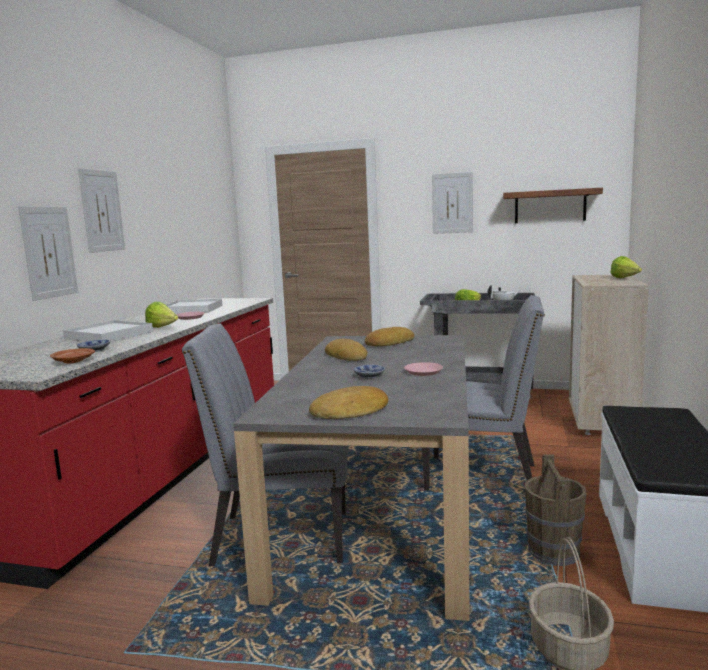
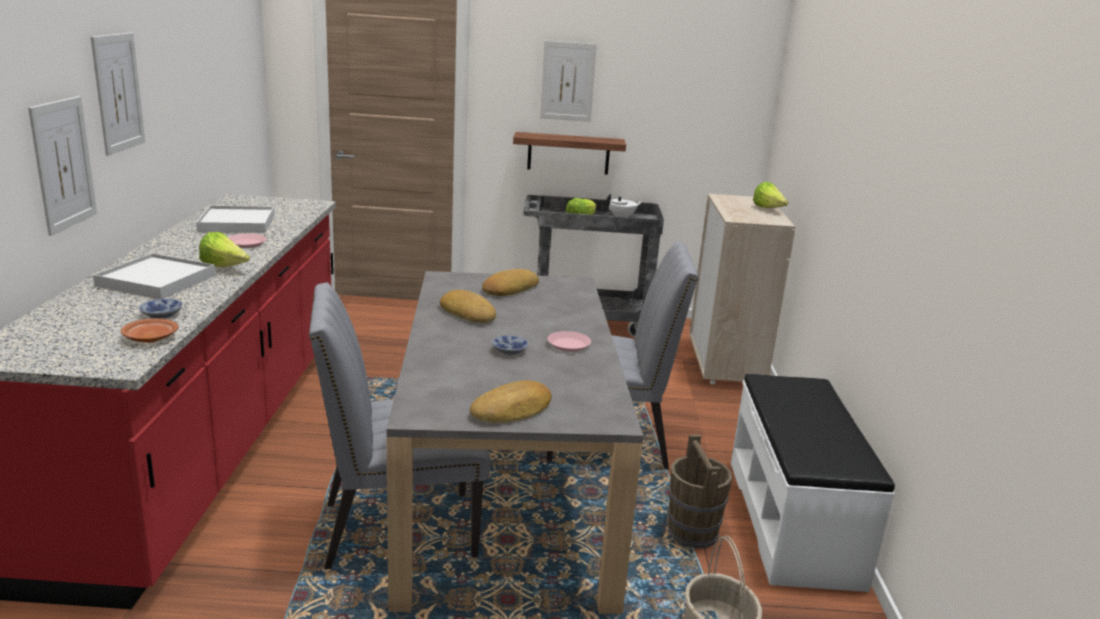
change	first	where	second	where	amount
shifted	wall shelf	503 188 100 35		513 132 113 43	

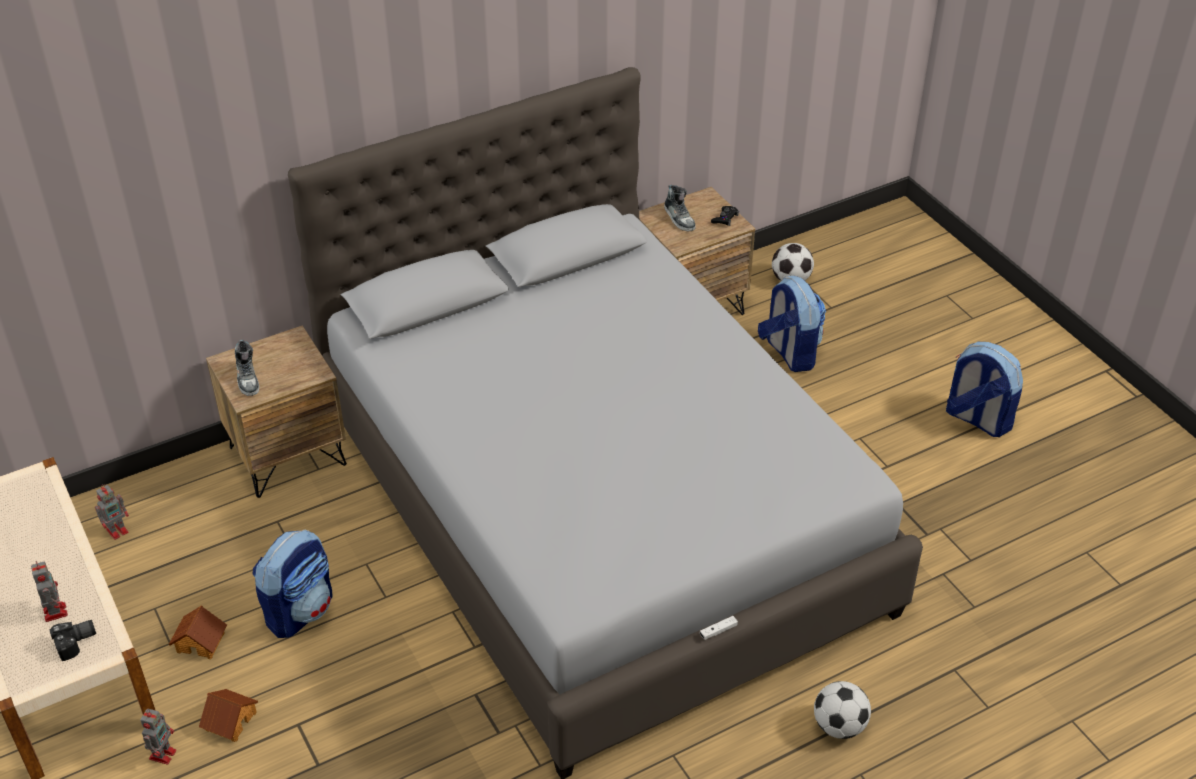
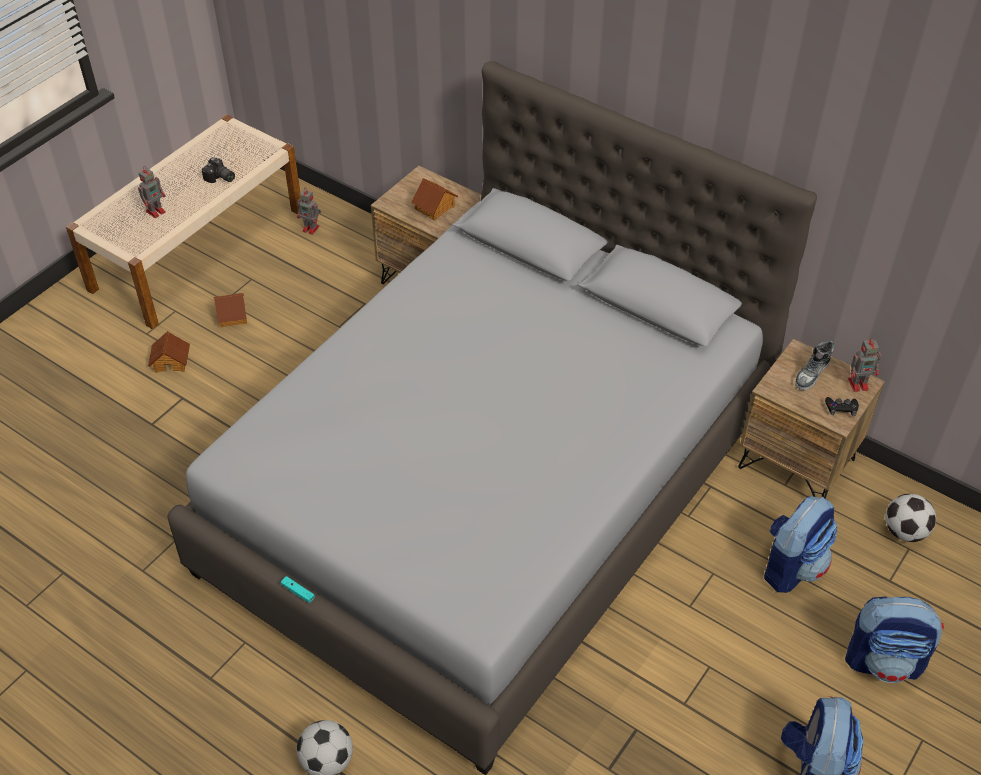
change	first	where	second	where	amount
shifted	still camera	49 620 47 41		202 157 33 26	
repainted	game controller (whitish)	700 616 38 24	game controller (blue-green)	281 576 34 27	
new			miniature house	411 178 47 42	
shifted	backpack	253 529 80 109		845 597 99 86	
shifted	model robot	140 709 36 56		848 338 33 54	
gone	shoe	235 340 24 56			

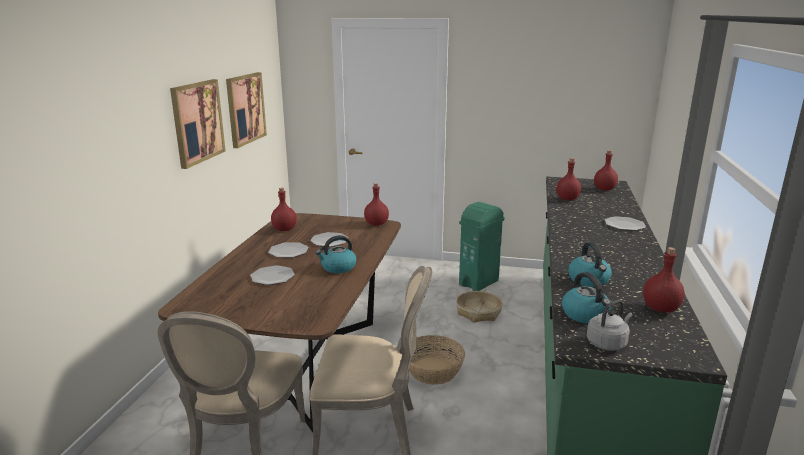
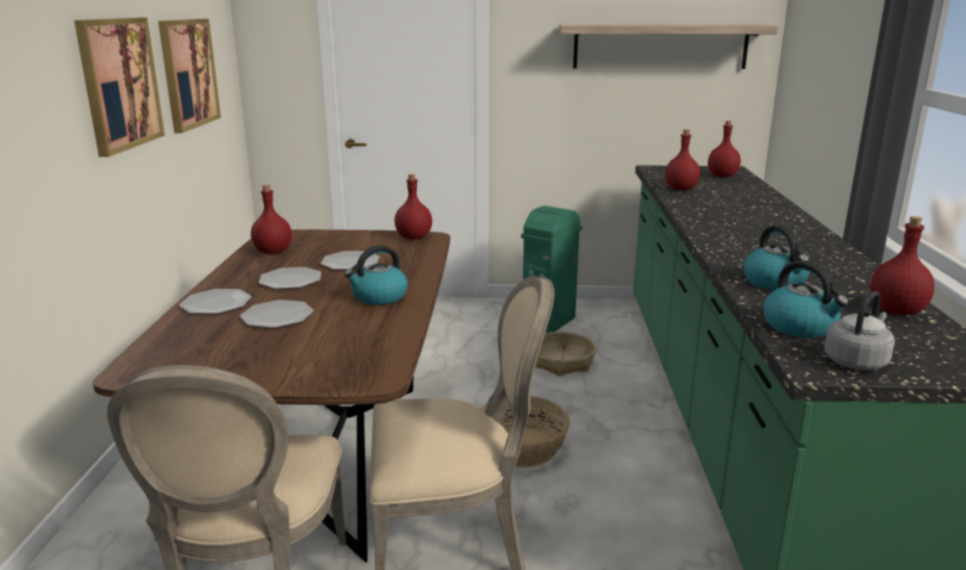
change	first	where	second	where	amount
shifted	flat dish	605 216 41 15		179 289 73 25	
new			wall shelf	559 25 219 44	

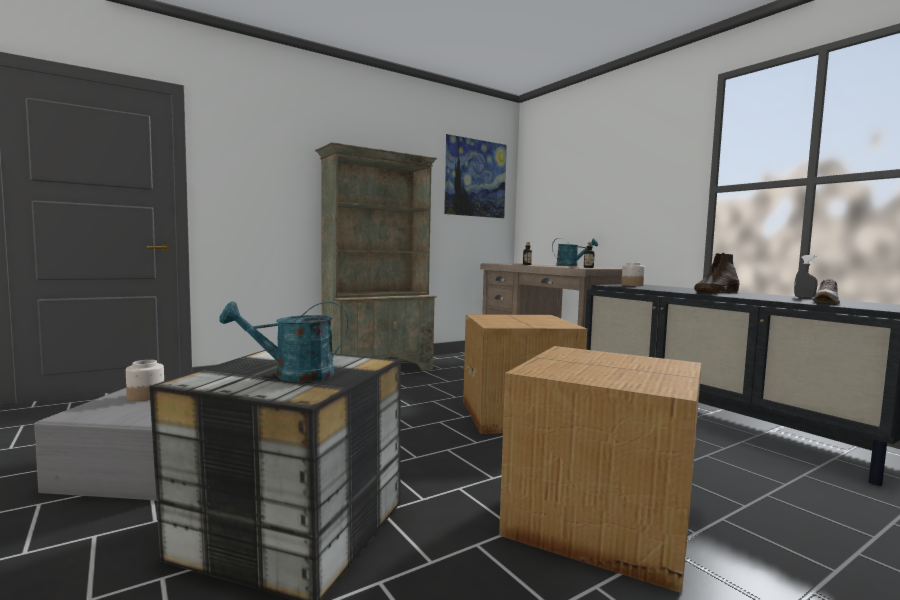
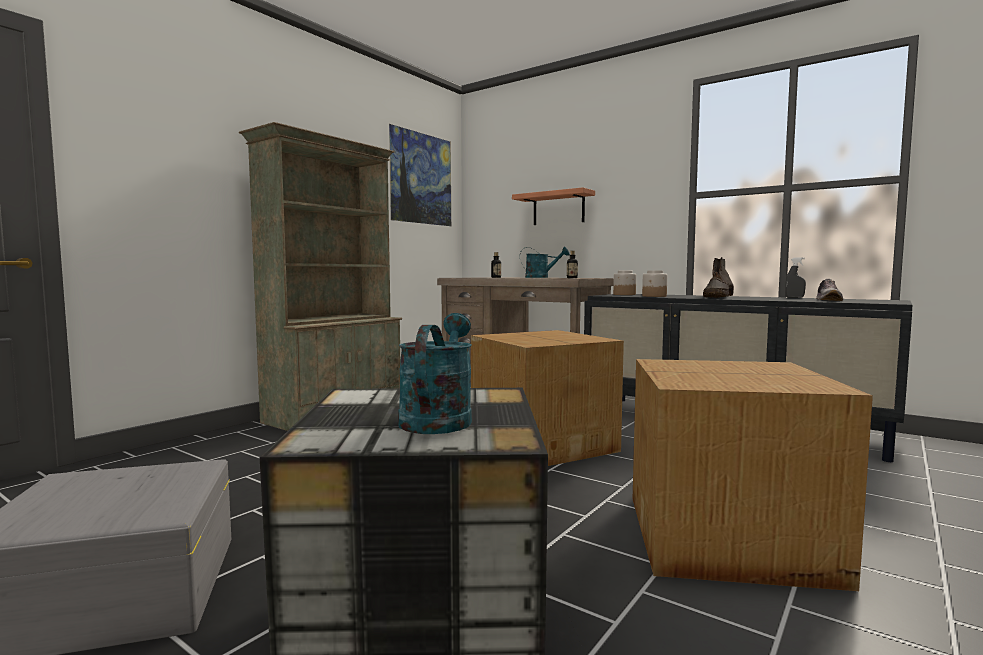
change	first	where	second	where	amount
rotated	sprinkling can (blue-green)	220 302 128 80		398 313 74 121	135 degrees clockwise
new			wall shelf	512 187 83 38	
shifted	storage jar	126 360 38 41		642 270 25 27	

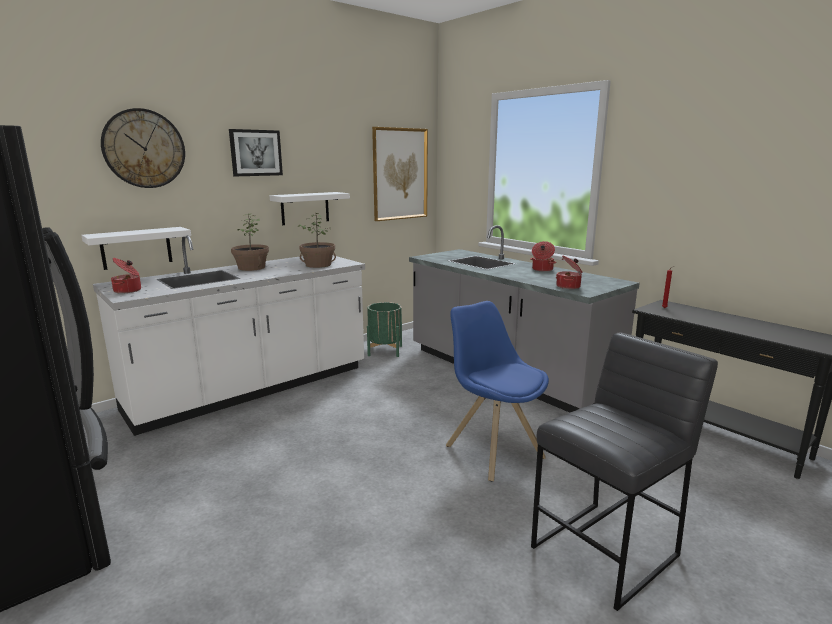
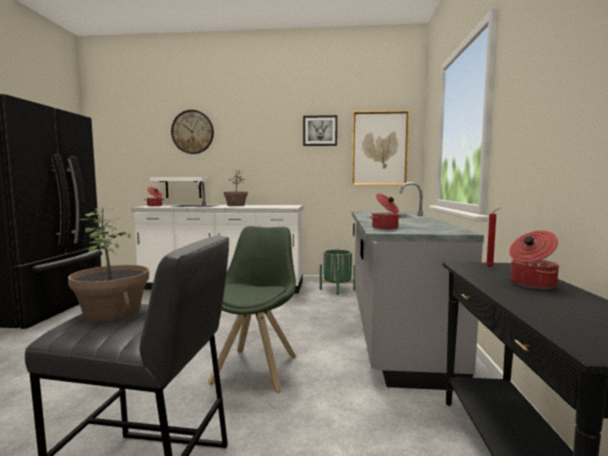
change	first	where	second	where	amount
shifted	potted plant	298 213 38 55		68 208 81 114	
repainted	plain chair (blue-coloured)	446 301 103 180	plain chair (greenish)	208 226 88 167	
shifted	wall art	229 129 54 47		303 115 34 31	
shifted	cooking pot	530 241 26 31		509 231 50 58	
gone	wall shelf (whitish)	270 192 80 33			

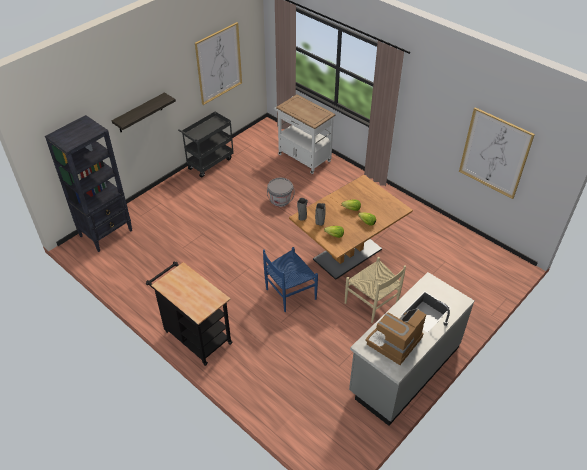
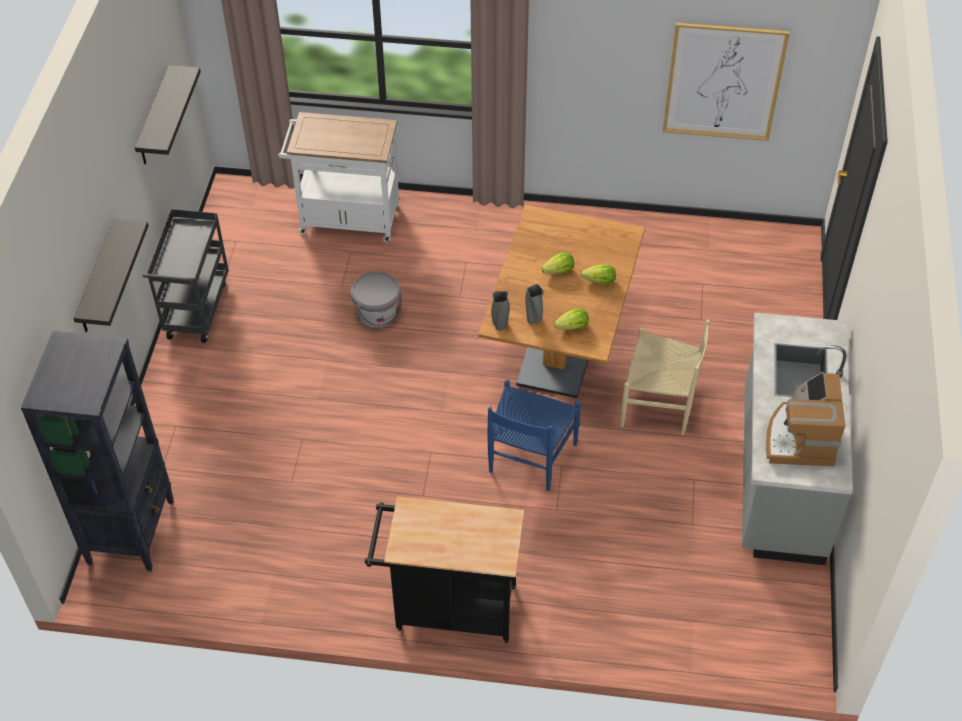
change	first	where	second	where	amount
swapped	wall art	195 22 47 83	wall shelf	135 65 66 100	

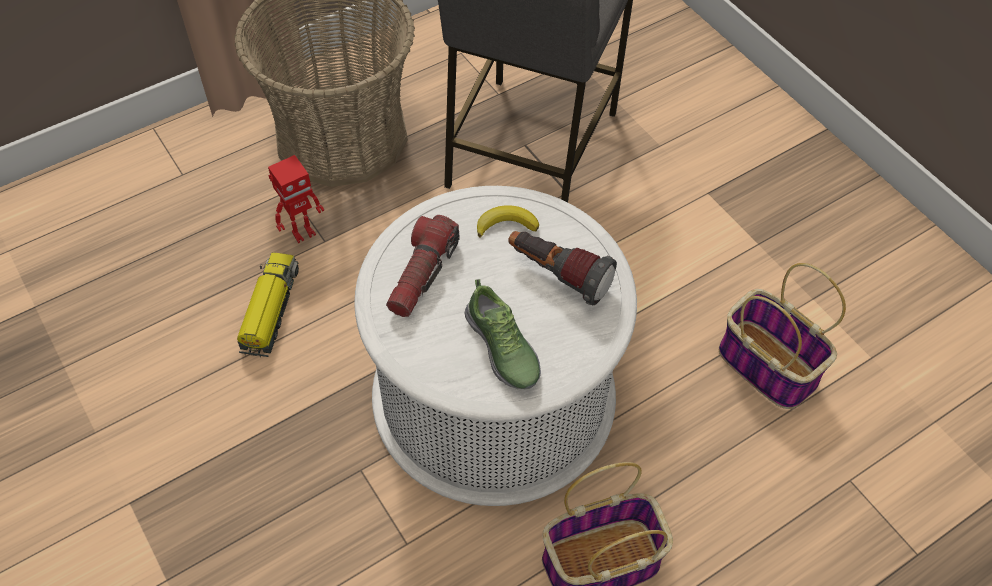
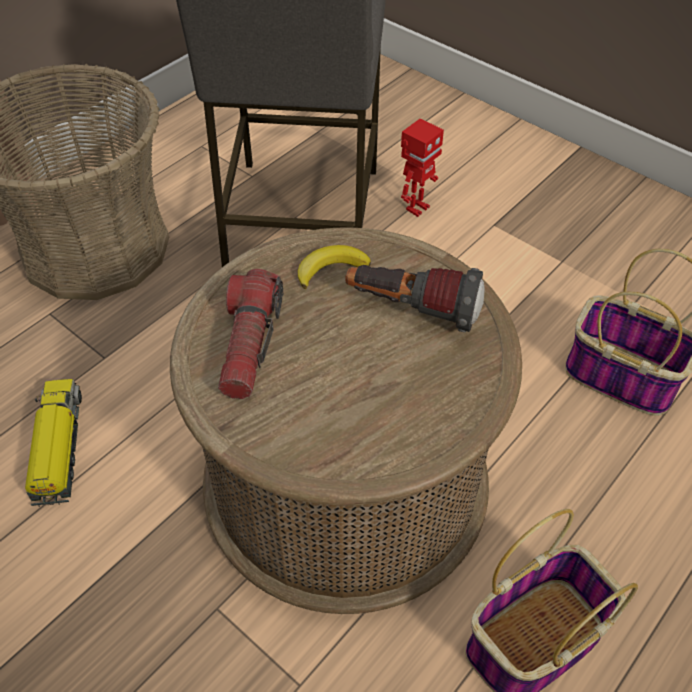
change	first	where	second	where	amount
repainted	low table (whitish)	354 186 283 320	low table (brown)	170 227 352 387	
shifted	model robot	268 155 56 88		401 118 43 99	
gone	shoe	465 279 76 110			

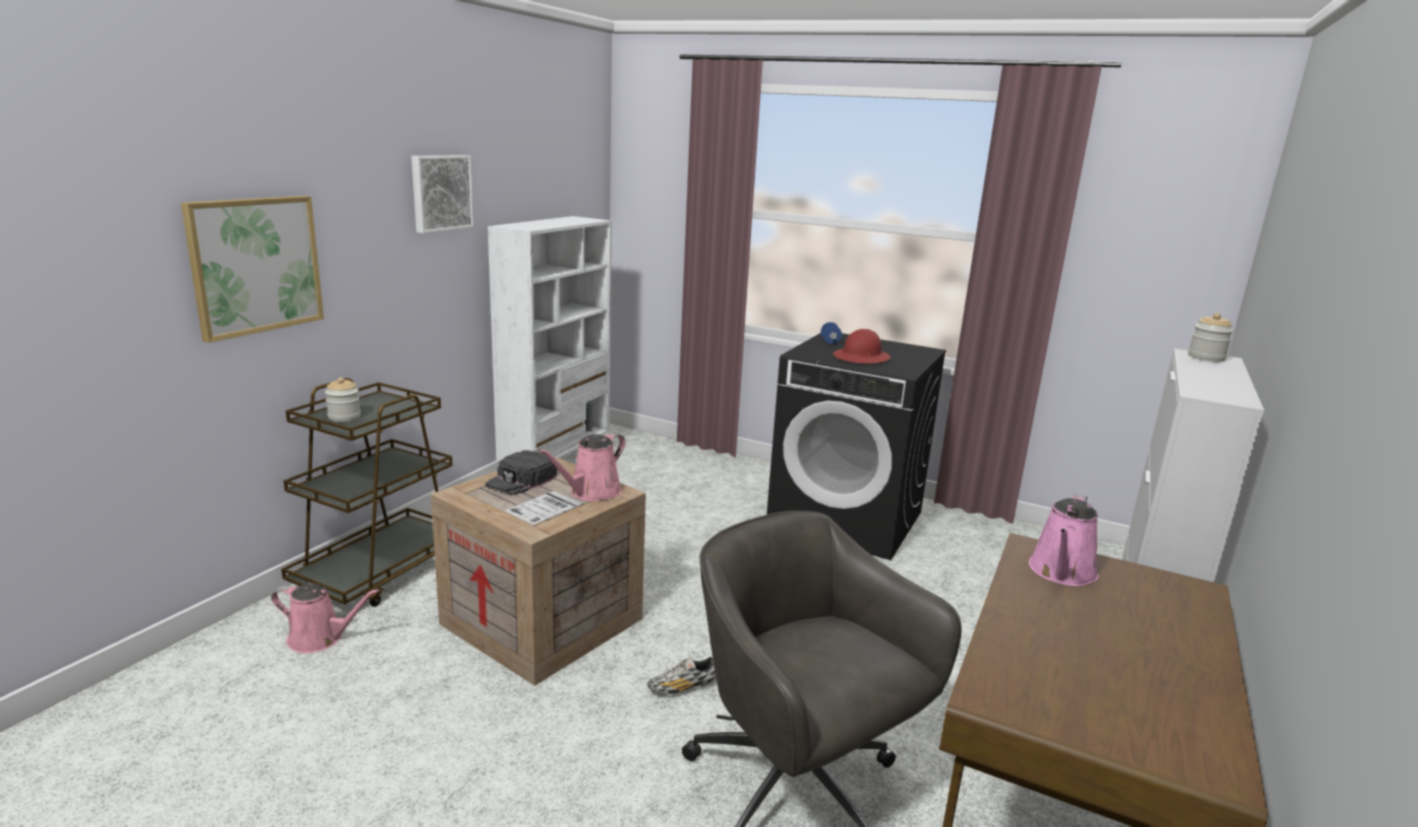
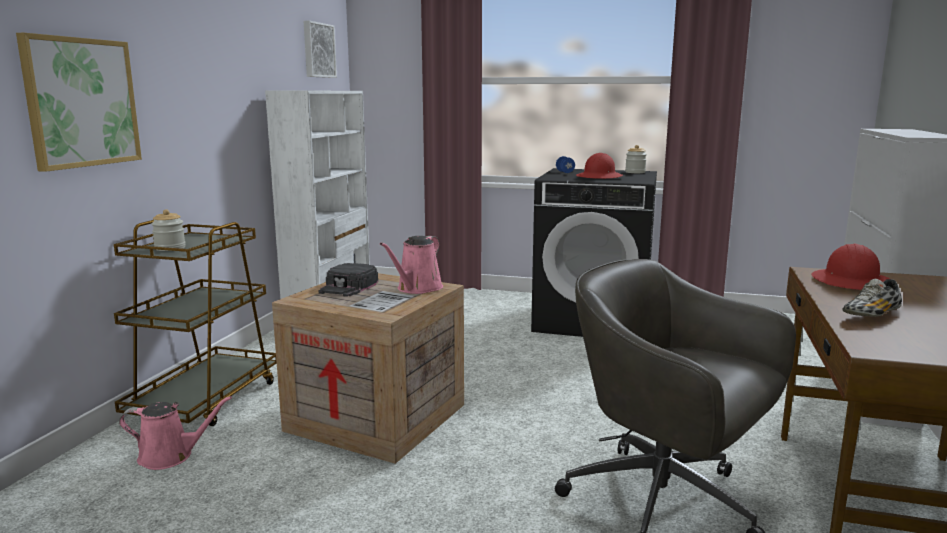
change	first	where	second	where	amount
shifted	wall art	411 155 63 78		304 21 33 57	
shifted	storage jar	1188 313 46 49		625 145 22 28	
swapped	sprinkling can (pink)	1029 494 70 92	hard hat (red)	812 244 78 46	
shifted	shoe	647 657 70 37		842 279 60 38	

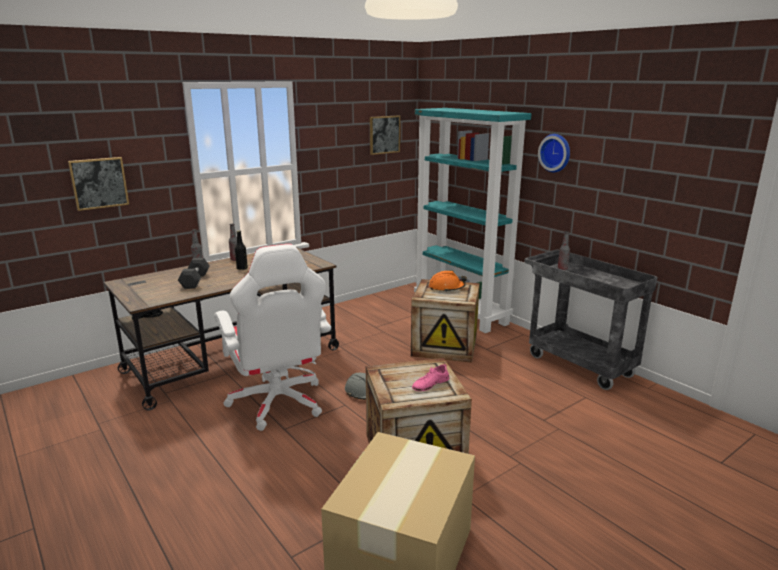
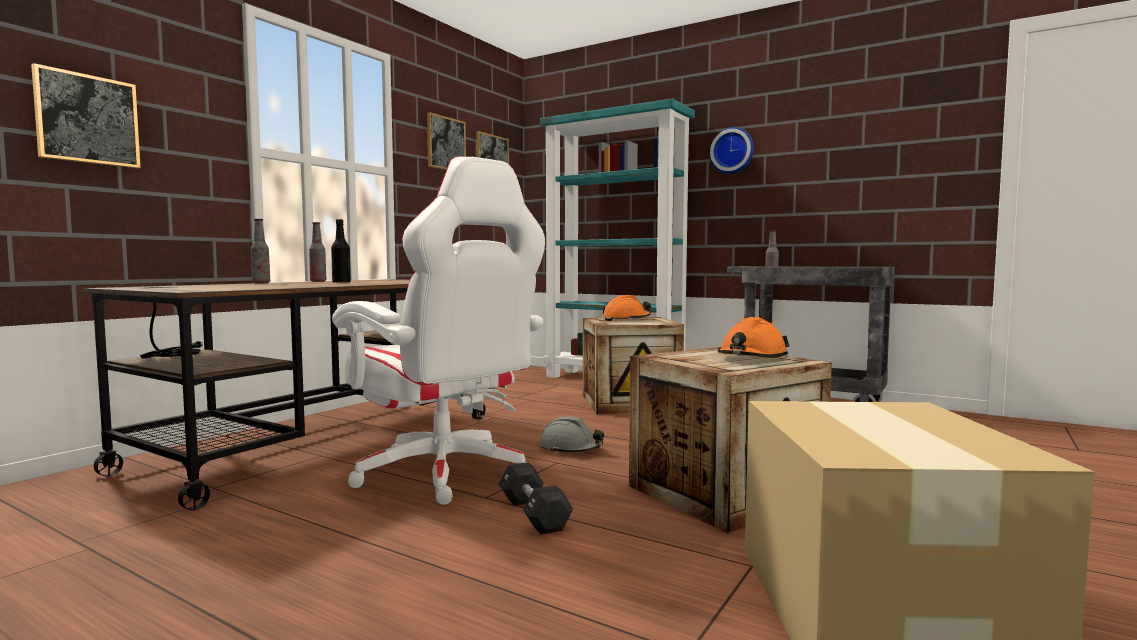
change	first	where	second	where	amount
new			wall art	427 112 39 58	
shifted	free weight (black)	178 258 32 31		499 462 74 73	
swapped	shoe (pink)	412 364 37 27	hard hat (orange)	718 317 71 41	

